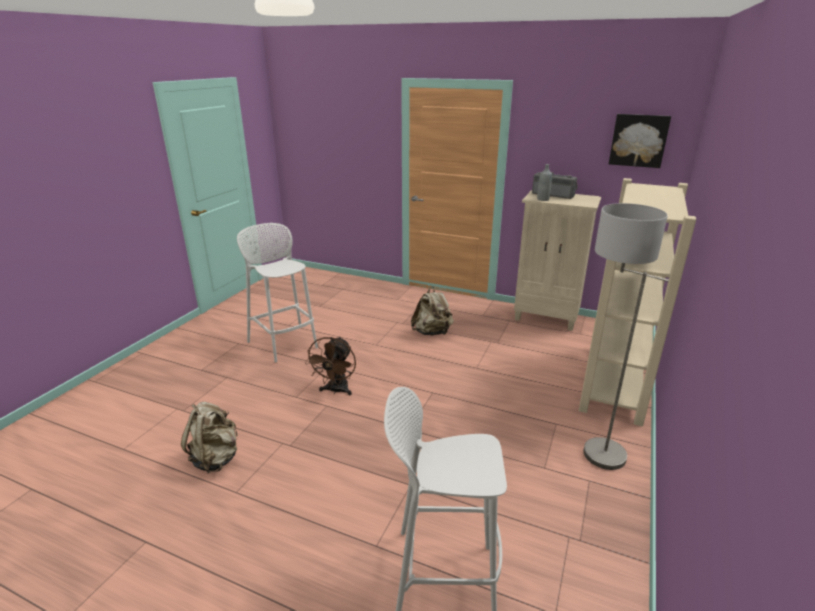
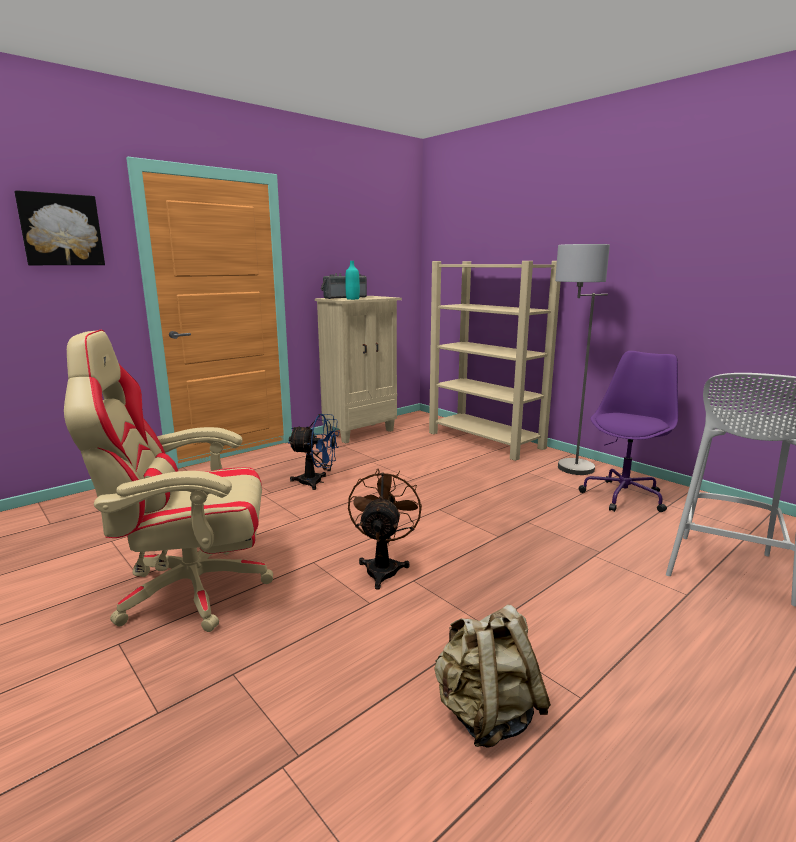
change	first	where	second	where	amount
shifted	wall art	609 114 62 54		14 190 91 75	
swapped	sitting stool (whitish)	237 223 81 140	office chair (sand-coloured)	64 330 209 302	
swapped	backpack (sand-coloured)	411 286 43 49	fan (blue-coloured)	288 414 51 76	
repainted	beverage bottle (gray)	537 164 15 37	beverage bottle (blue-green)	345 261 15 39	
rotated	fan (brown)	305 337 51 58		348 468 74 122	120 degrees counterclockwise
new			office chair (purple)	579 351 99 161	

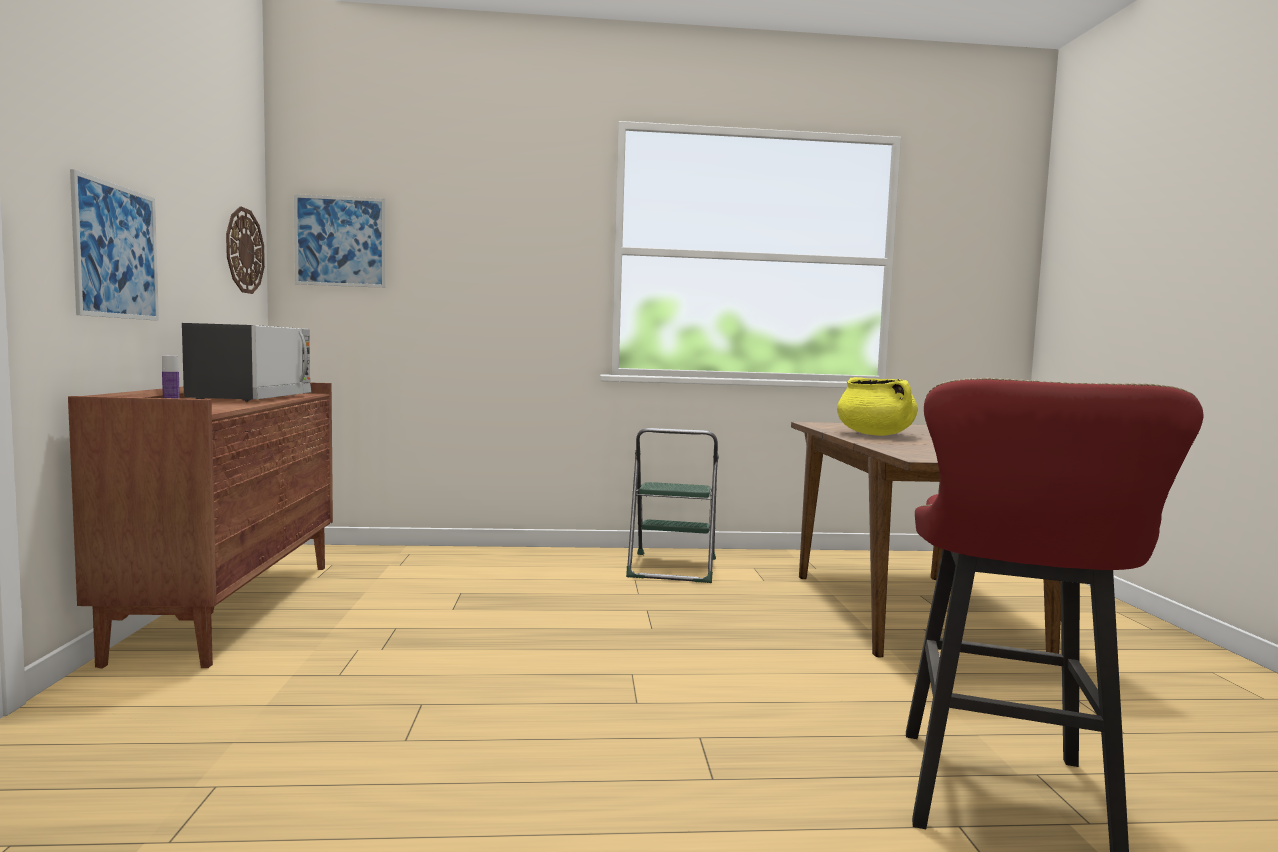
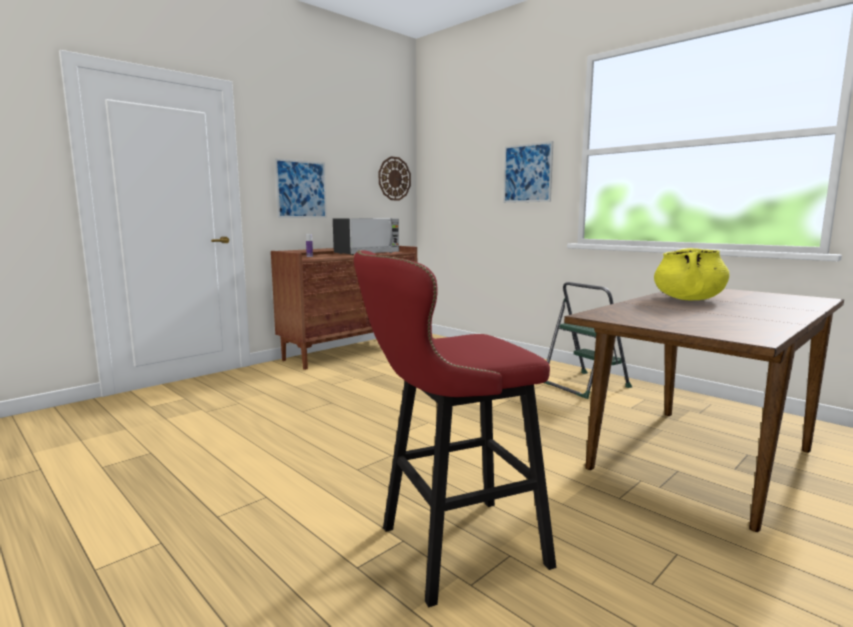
change	first	where	second	where	amount
shifted	wall art	294 194 92 94		503 141 50 62	

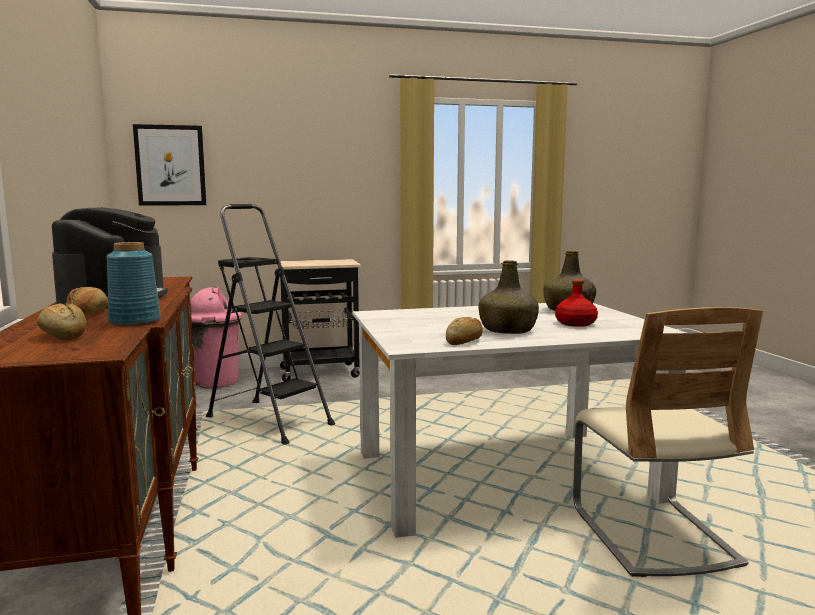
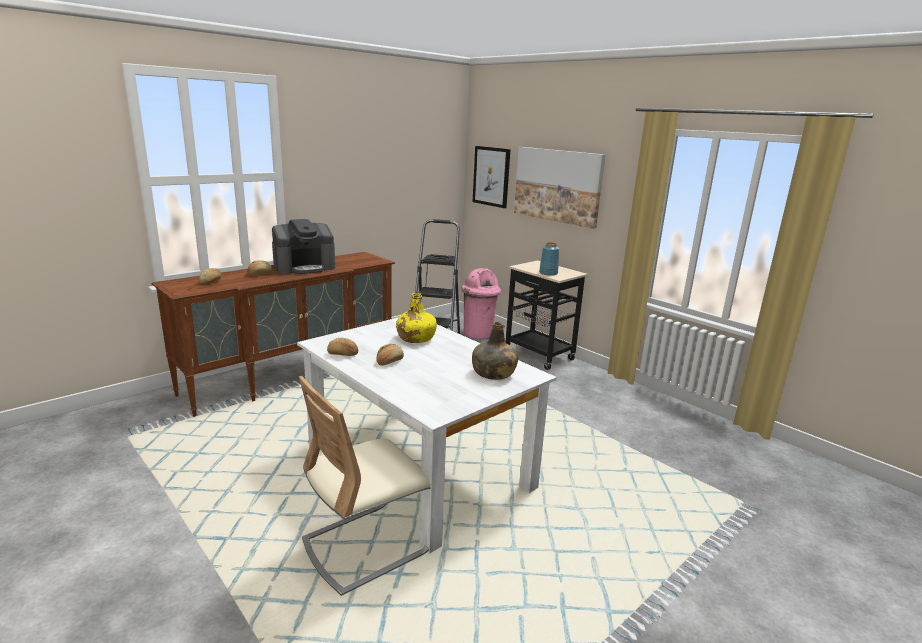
change	first	where	second	where	amount
swapped	beverage bottle (greenish)	479 260 60 74	bread	377 344 27 22	
new			beverage bottle (yellowish)	396 293 41 50	
new			wall art	514 147 91 82	
shifted	flower vase (blue-coloured)	107 242 54 84		539 242 20 34	
gone	beverage bottle (red)	555 279 43 48			

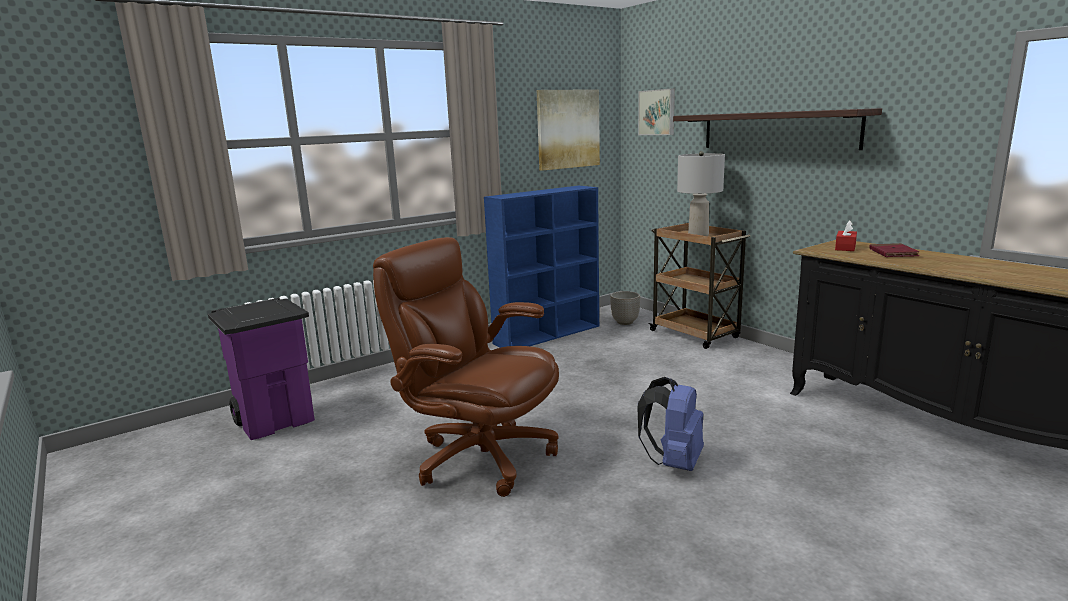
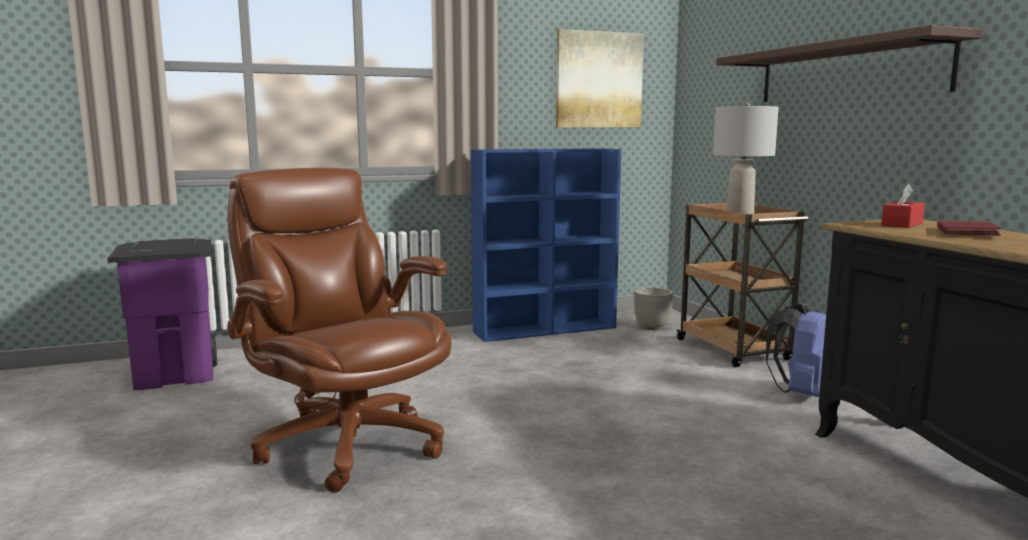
change	first	where	second	where	amount
shifted	backpack (blue-coloured)	638 377 66 94		766 303 60 94	
gone	wall art	638 89 37 46			

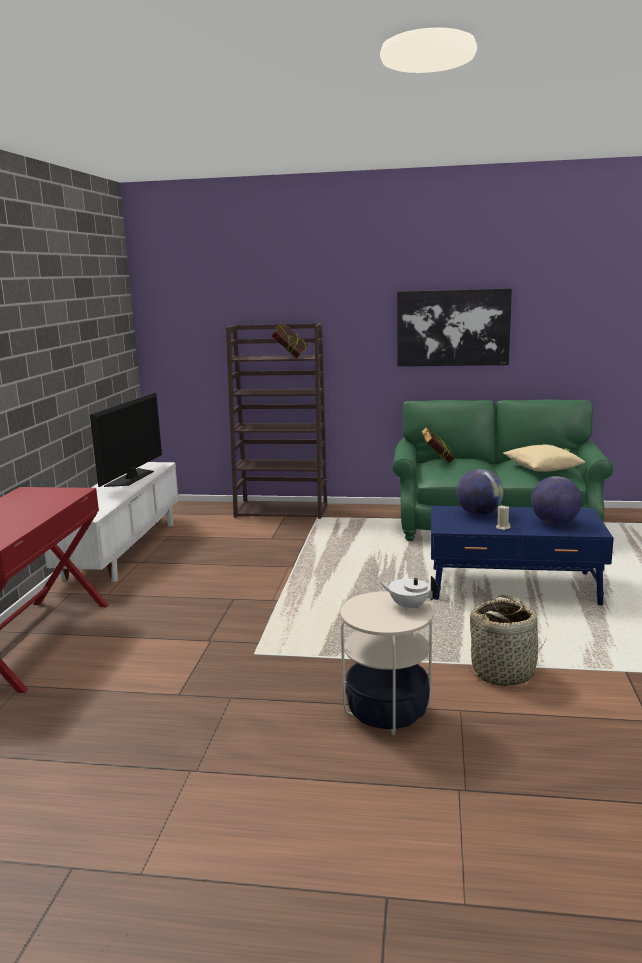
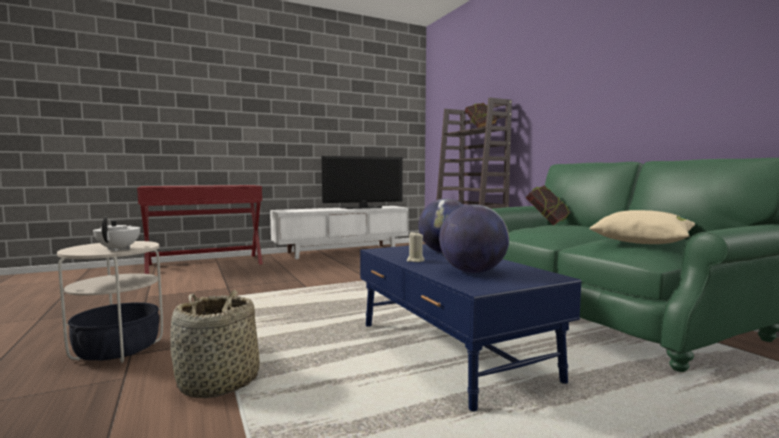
change	first	where	second	where	amount
gone	wall art	397 288 115 78			

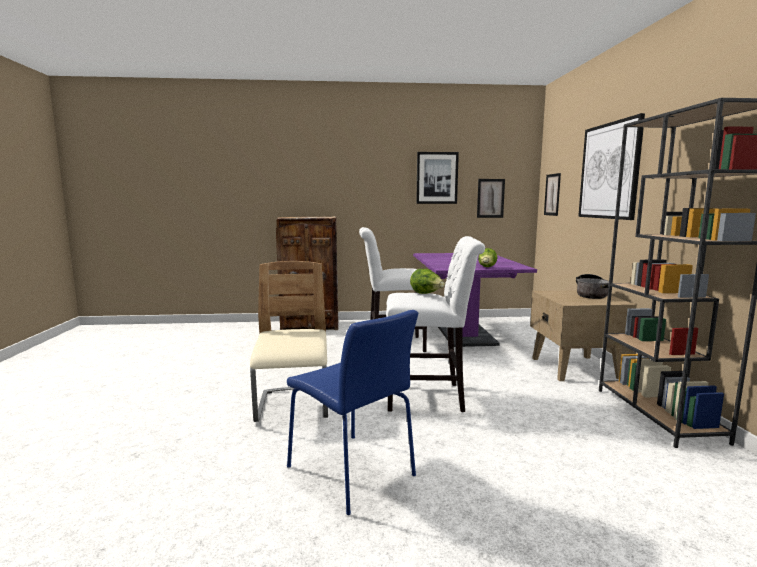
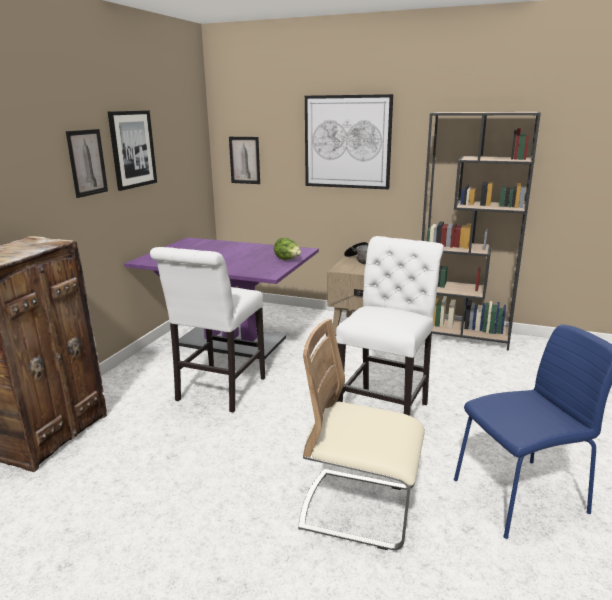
change	first	where	second	where	amount
shifted	wall art	477 179 28 39		66 129 42 69	
gone	lettuce head	410 269 35 25			

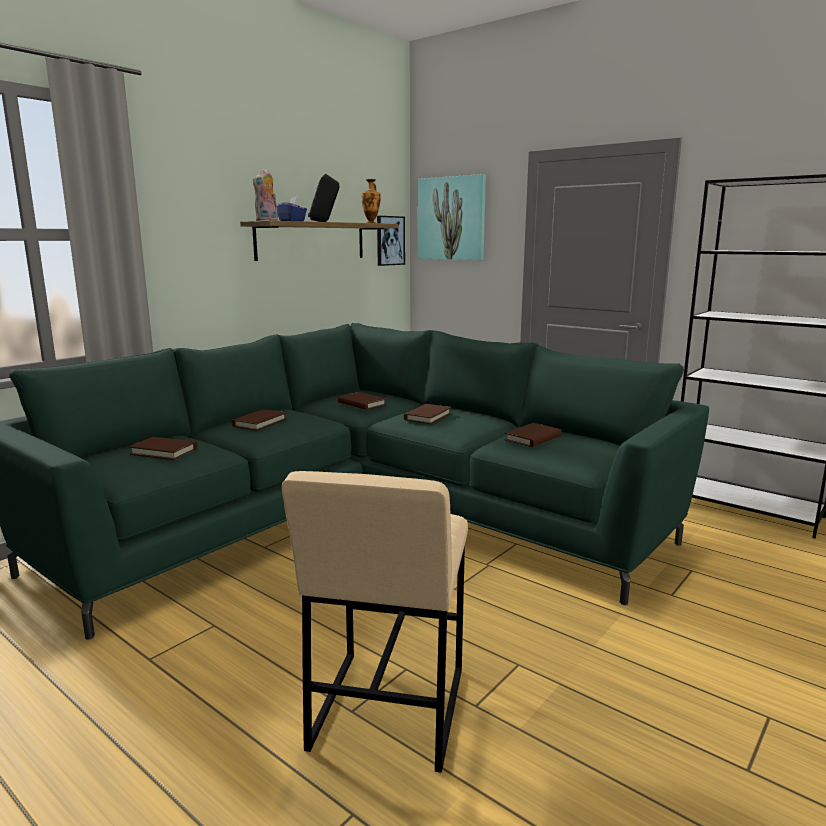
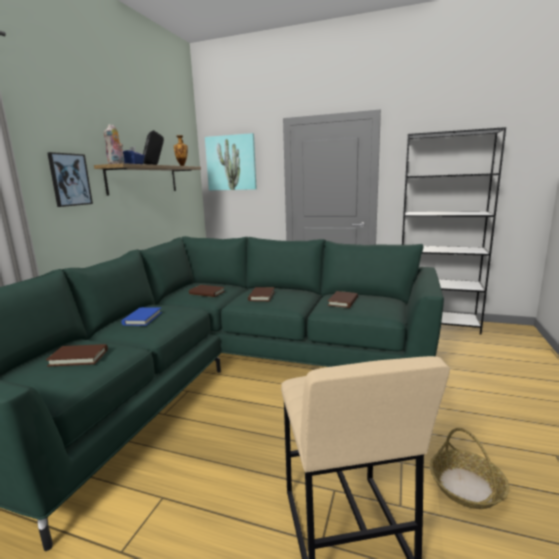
change	first	where	second	where	amount
shifted	wall art	377 216 28 50		47 152 46 55	
repainted	bound book (brown)	232 409 55 22	bound book (blue-coloured)	121 307 41 19	
new			basket	430 428 79 81	

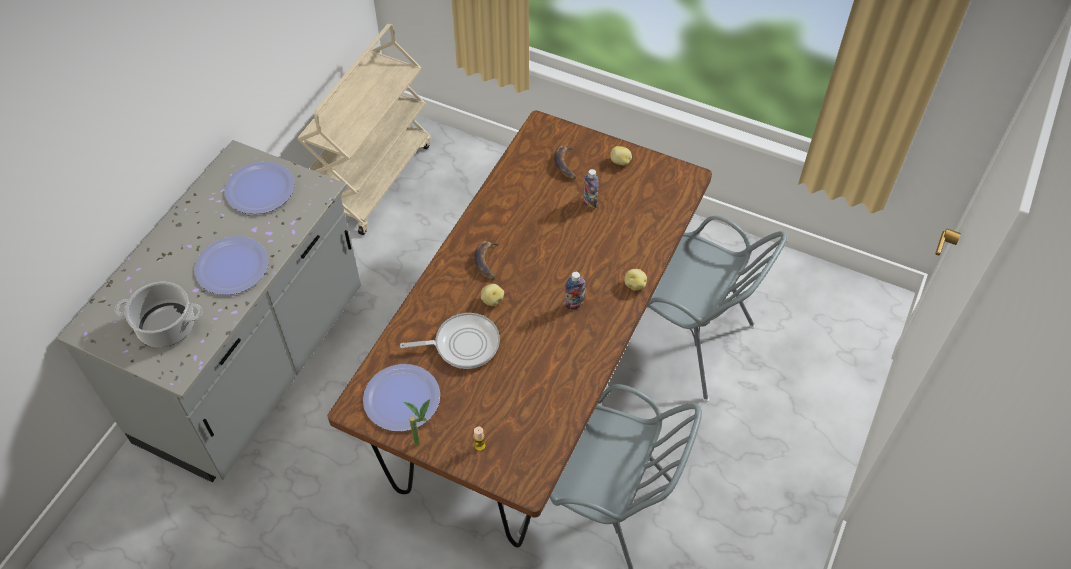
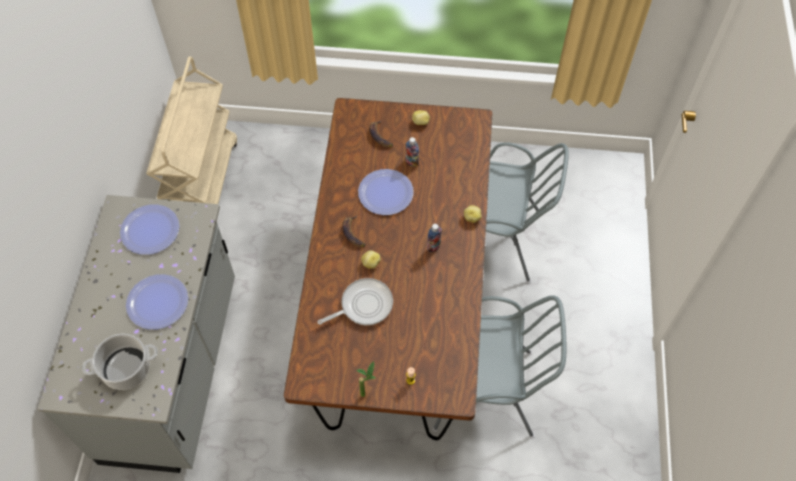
change	first	where	second	where	amount
shifted	flat dish	363 364 77 68		358 169 56 46	

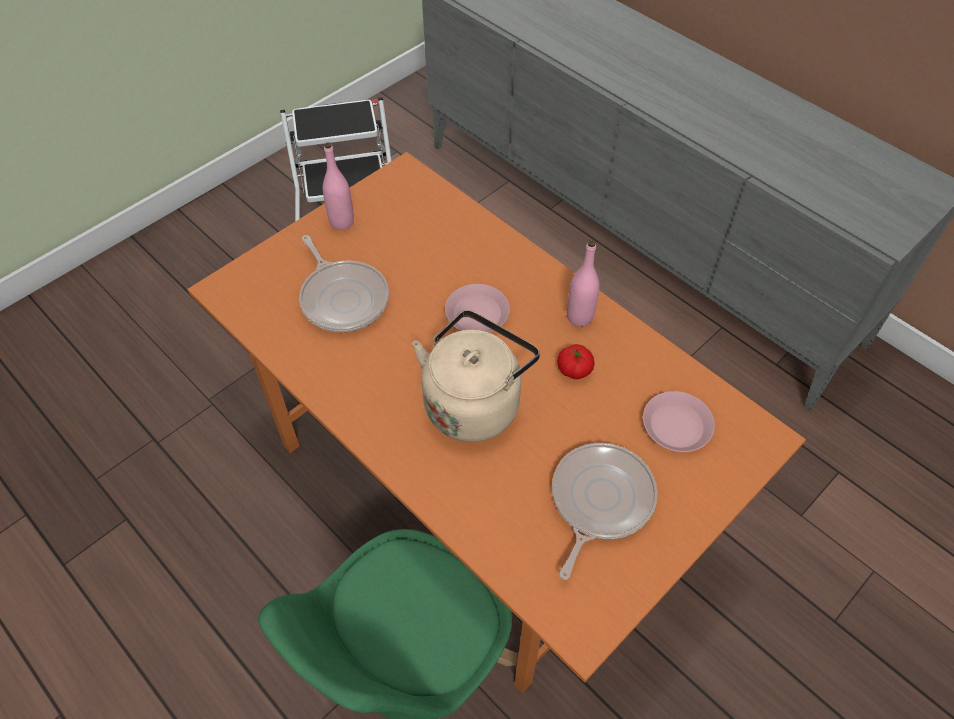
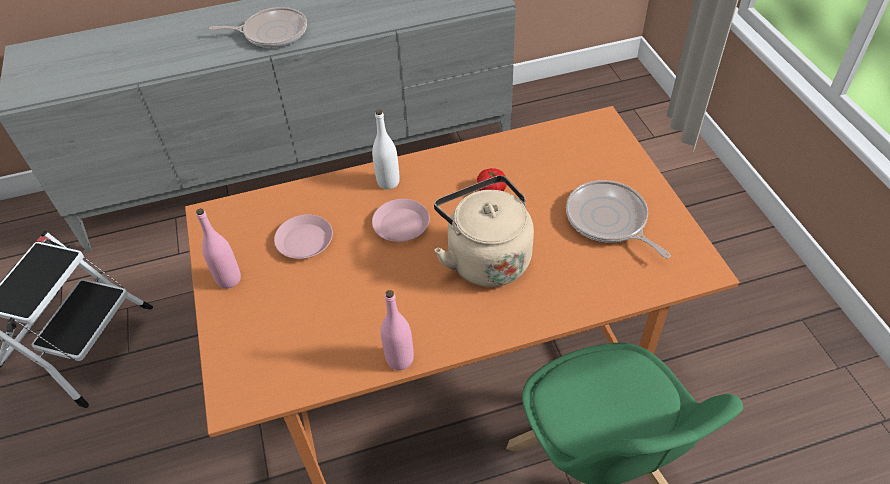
change	first	where	second	where	amount
shifted	frying pan	299 235 90 97		209 7 98 41	
shifted	flat dish (pink)	643 391 72 61		274 214 59 45	
new			beverage bottle (whitish)	372 109 28 81	
shifted	beverage bottle (pink)	567 240 33 87		381 290 33 80	

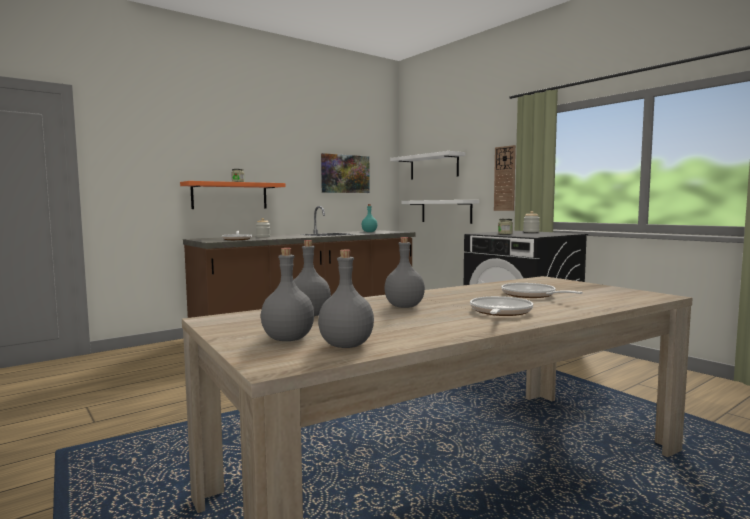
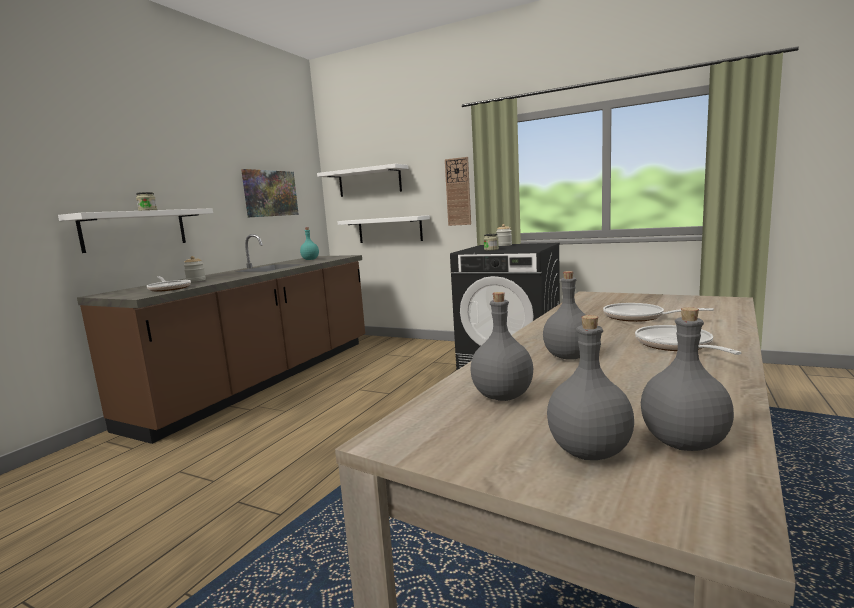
change	first	where	second	where	amount
repainted	wall shelf (orange)	180 181 106 28	wall shelf (whitish)	58 208 155 45	

